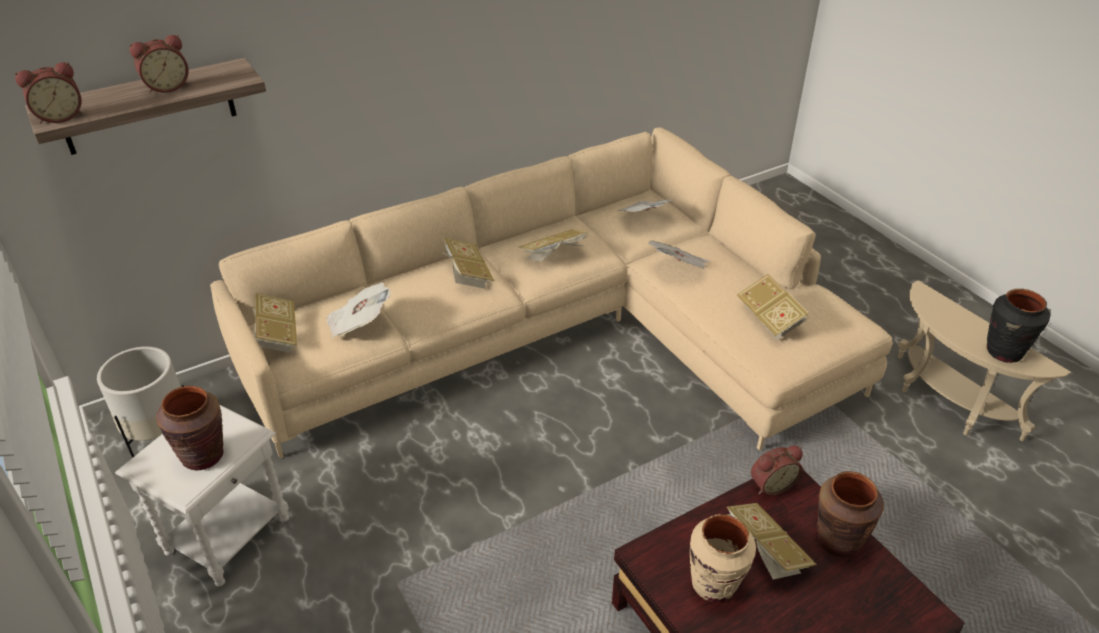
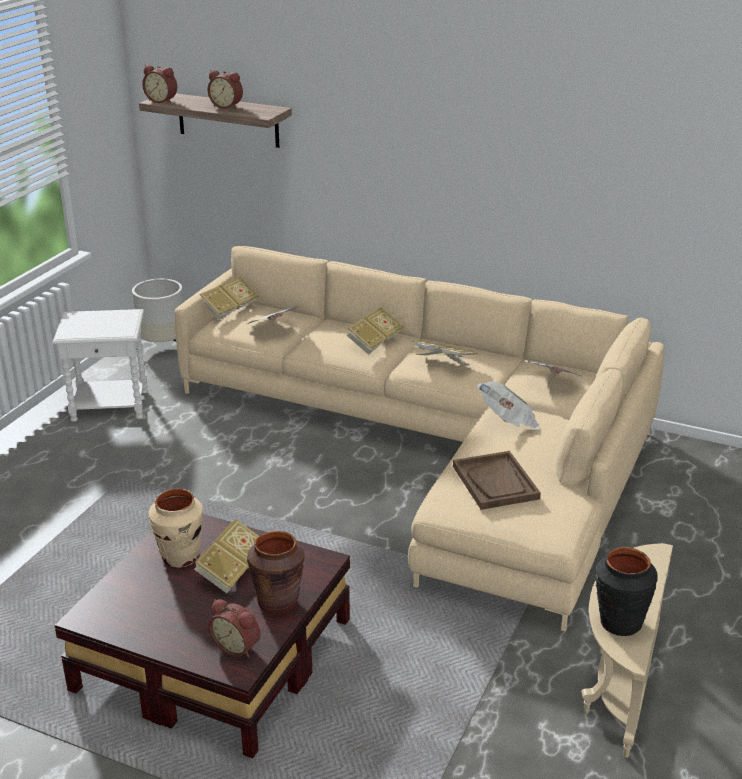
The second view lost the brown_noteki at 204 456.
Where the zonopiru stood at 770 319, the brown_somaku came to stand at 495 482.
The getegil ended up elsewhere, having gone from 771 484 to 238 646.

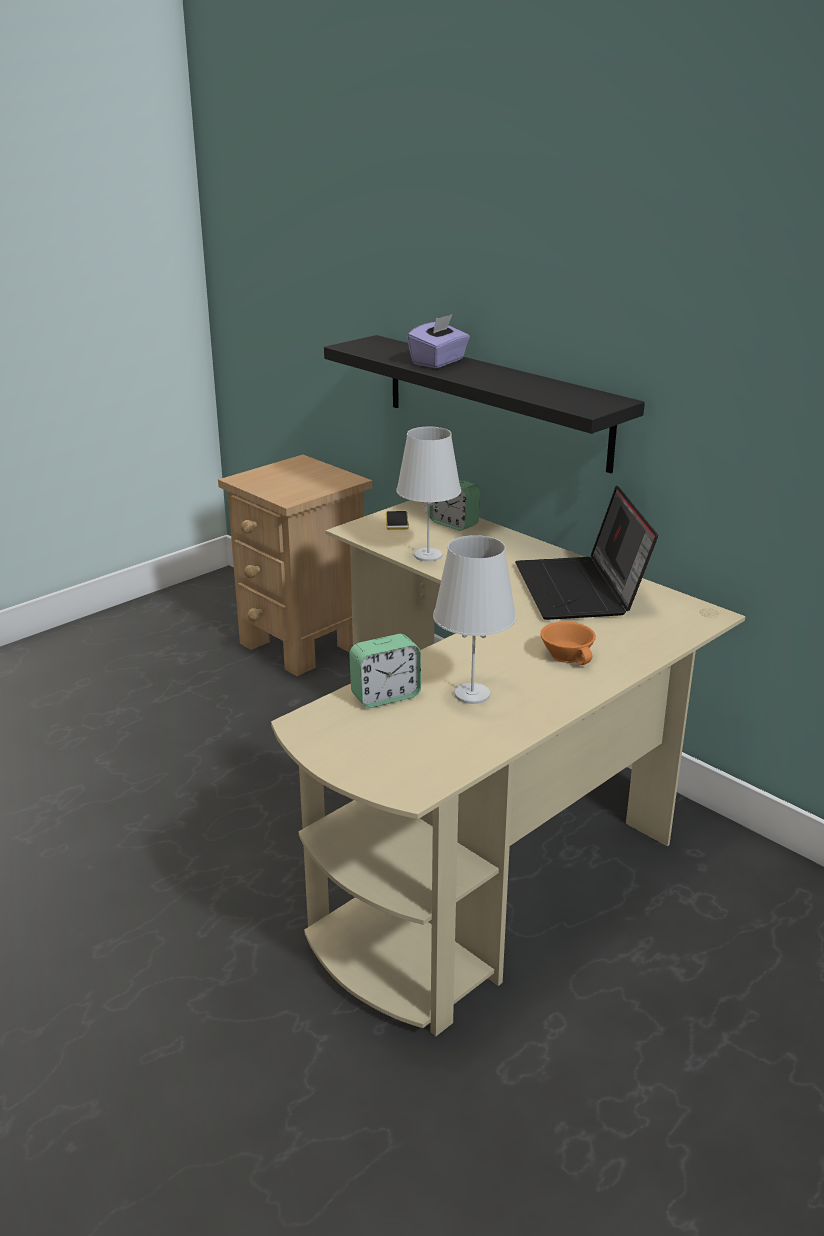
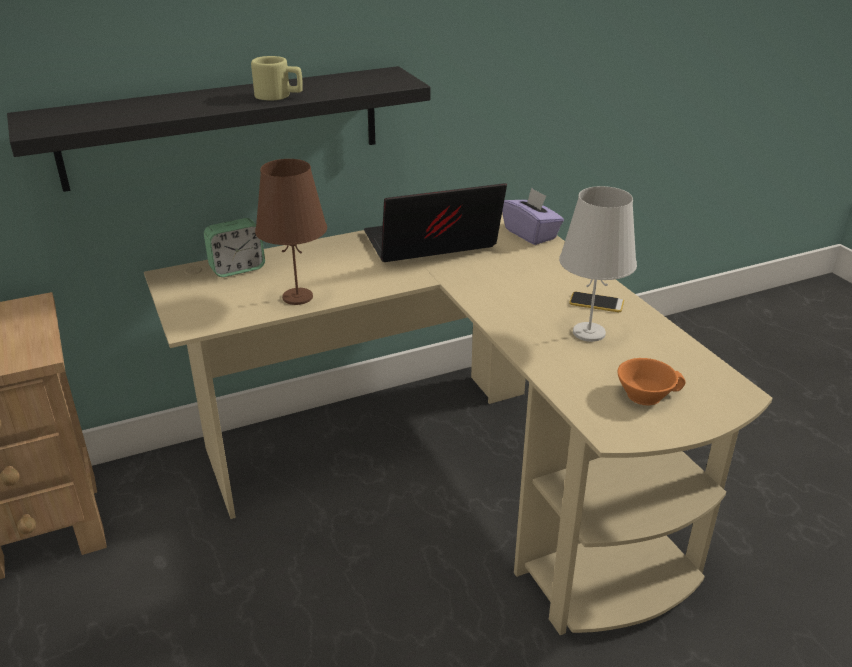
The second view lost the getegil at 385 696.
The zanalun ended up elsewhere, having gone from 397 521 to 596 303.
What was the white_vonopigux at 428 555 turned into the brown_vonopigux at 297 297.
The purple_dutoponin ended up elsewhere, having gone from 438 362 to 531 234.
The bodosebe at 581 590 ended up facing another way, 150 degrees clockwise from before.
The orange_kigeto ended up elsewhere, having gone from 569 655 to 645 393.
The second view gained the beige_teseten at 279 96.

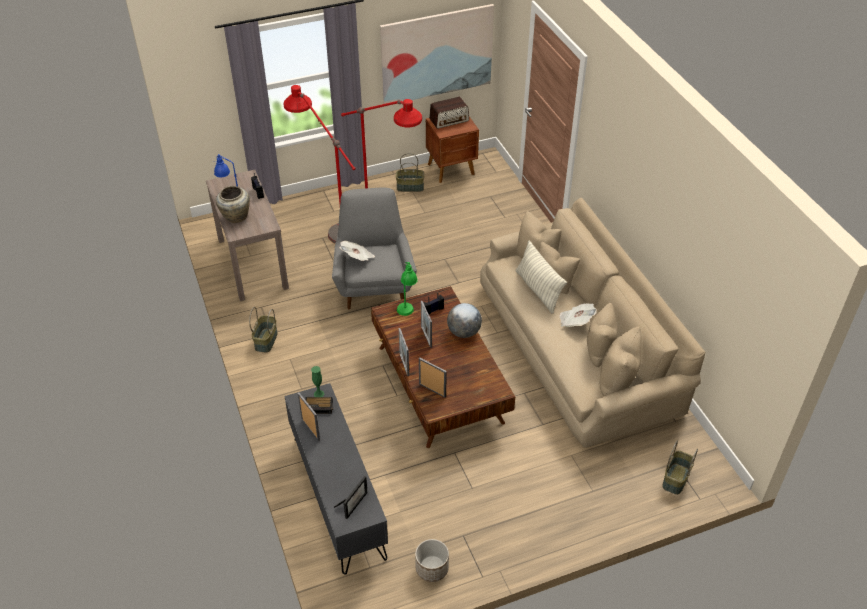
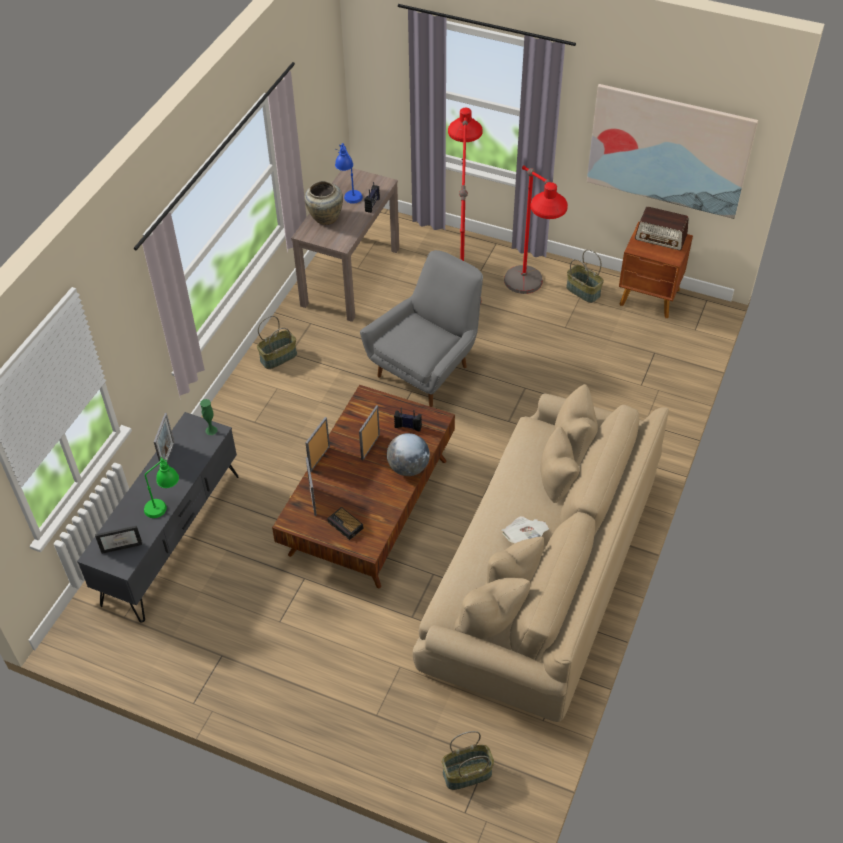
The getegil ended up elsewhere, having gone from 319 407 to 346 525.
The second view lost the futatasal at 357 258.
The green_vonopigux ended up elsewhere, having gone from 407 304 to 164 504.
The second view lost the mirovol at 431 568.
The second view lost the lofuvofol at 538 290.

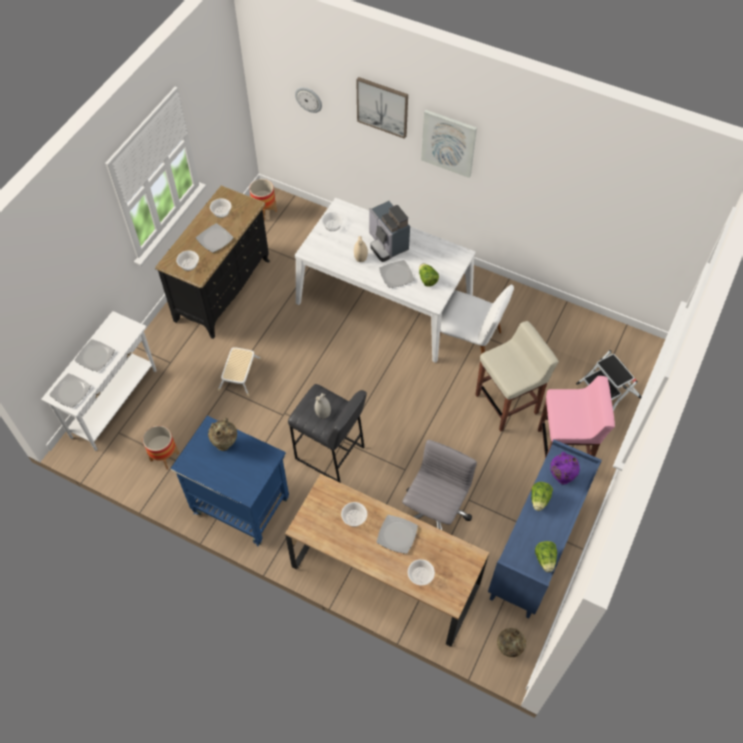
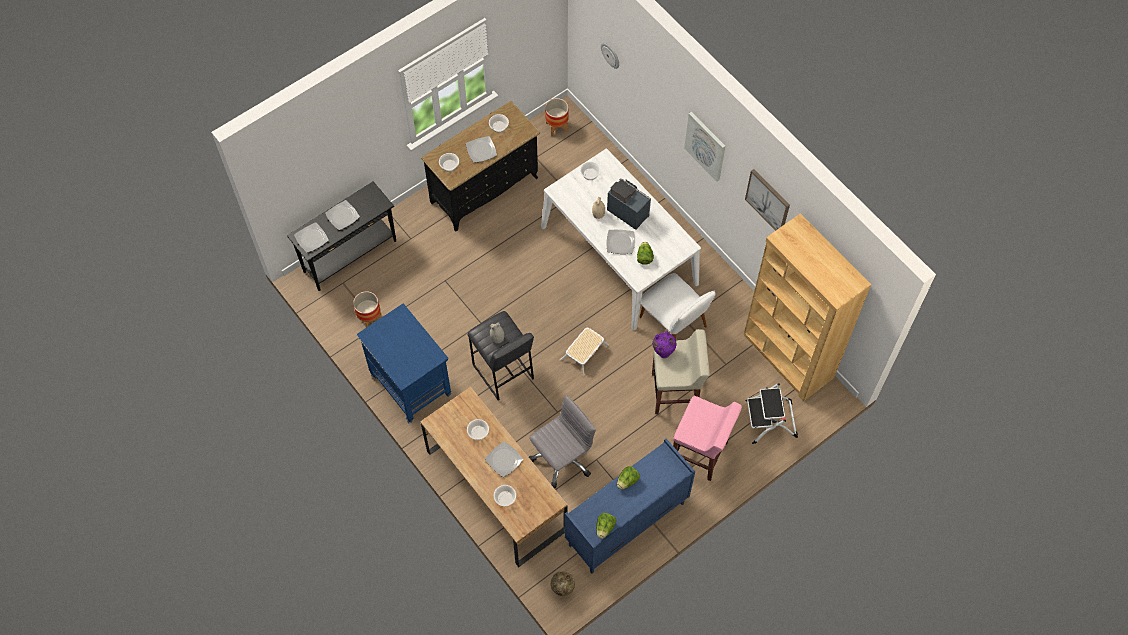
What was the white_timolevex at 114 402 turned into the black_timolevex at 350 255.
The second view lost the beige_noteki at 225 444.
The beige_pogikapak ended up elsewhere, having gone from 240 374 to 584 353.
The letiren ended up elsewhere, having gone from 382 107 to 768 201.
The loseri at 387 244 ended up facing another way, 135 degrees clockwise from before.
The purple_noteki ended up elsewhere, having gone from 561 477 to 663 352.
The second view gained the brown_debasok at 787 357.

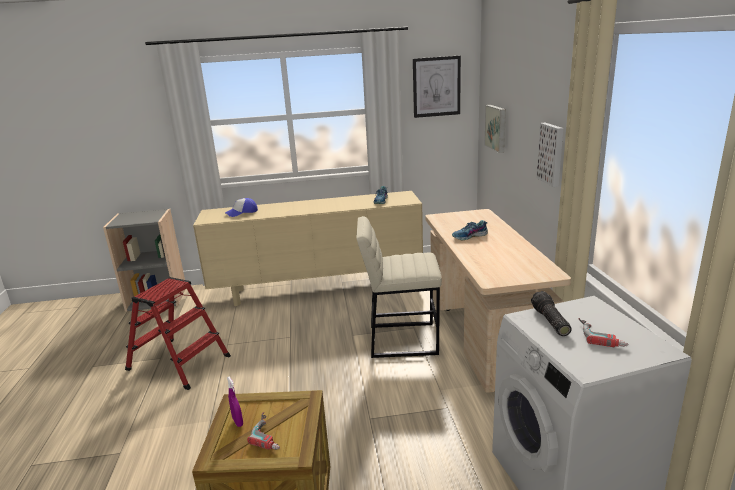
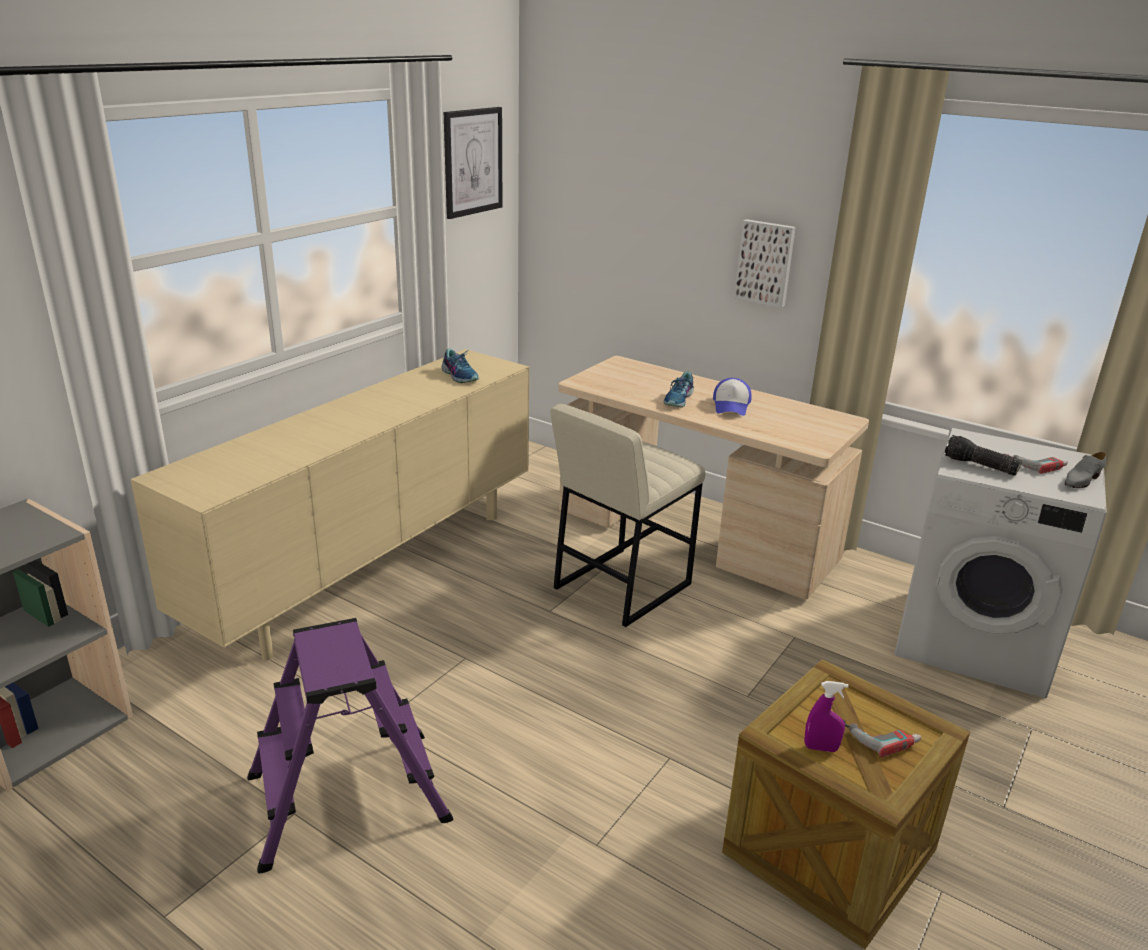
What was the red_pogikapak at 178 362 turned into the purple_pogikapak at 347 798.
The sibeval ended up elsewhere, having gone from 242 212 to 731 406.
The second view lost the letiren at 497 128.
The second view gained the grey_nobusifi at 1081 480.

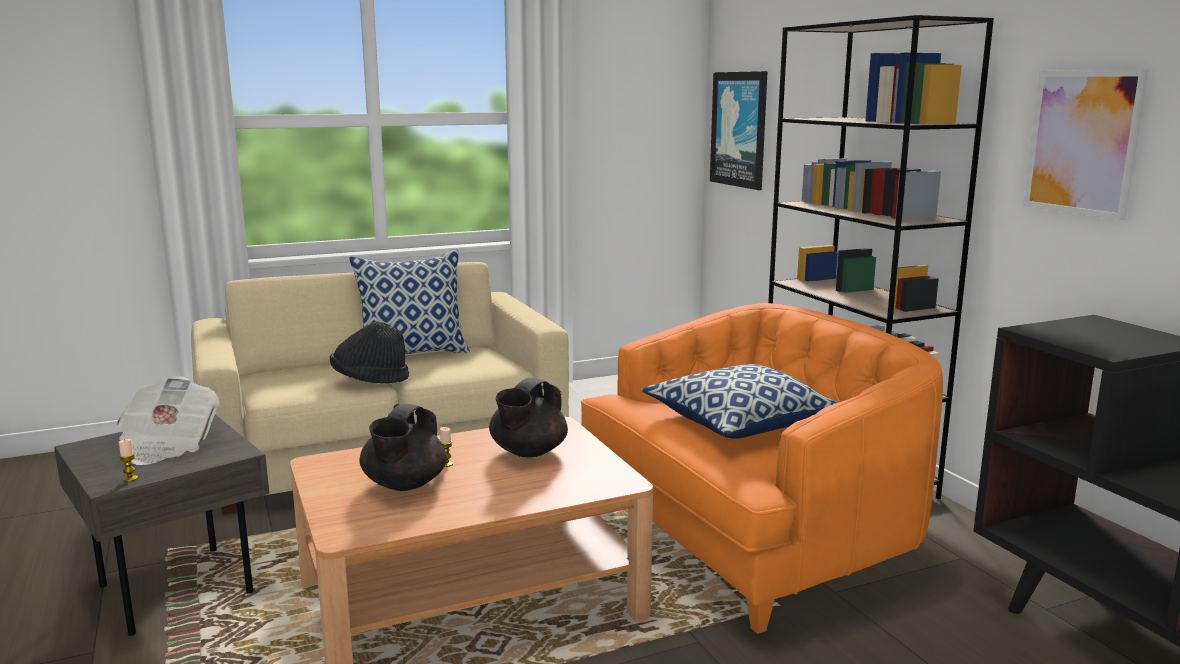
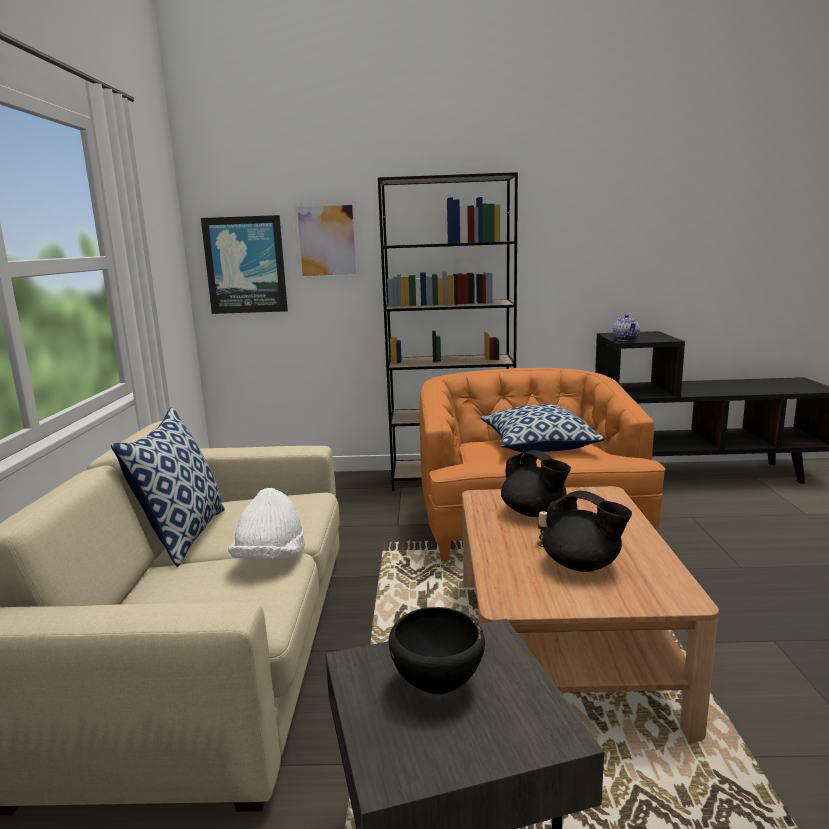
Where the futatasal stood at 169 445, the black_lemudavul came to stand at 439 686.
The second view lost the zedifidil at 130 479.
What was the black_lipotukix at 370 381 turned into the white_lipotukix at 270 559.
The letiren ended up elsewhere, having gone from 1082 142 to 327 241.
The second view gained the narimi at 626 339.

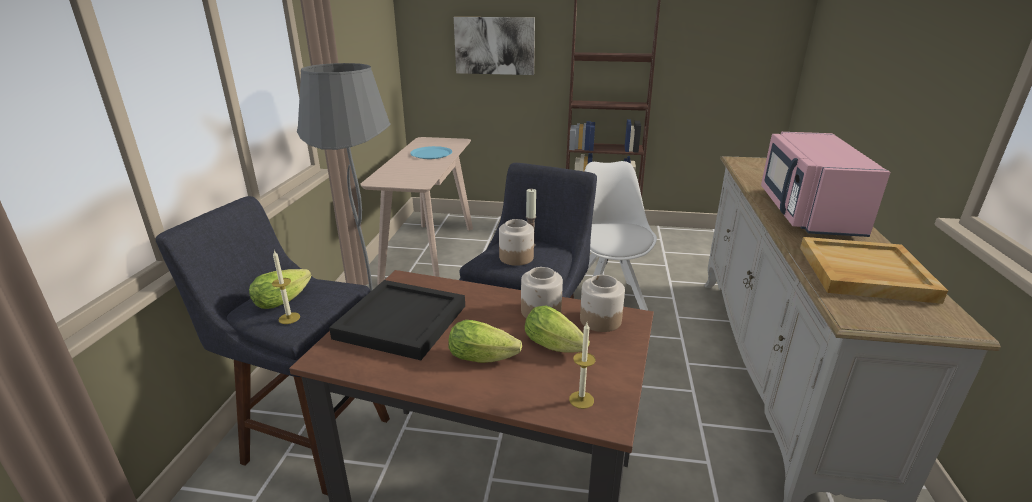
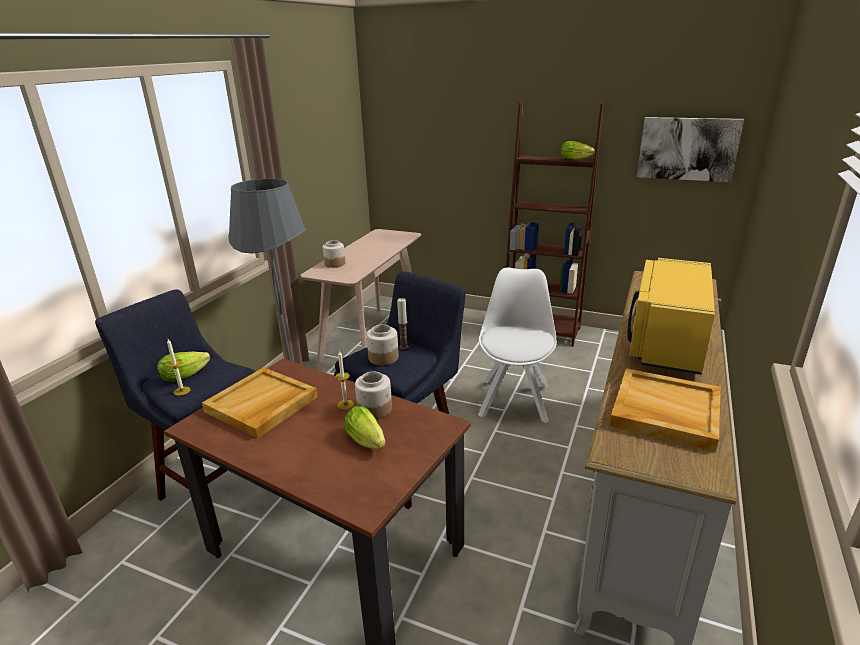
What was the black_somaku at 401 322 turned into the beige_somaku at 261 405.
The second view lost the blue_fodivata at 431 154.
The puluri ended up elsewhere, having gone from 486 357 to 577 159.
The letiren ended up elsewhere, having gone from 494 45 to 687 149.
The zedifidil ended up elsewhere, having gone from 581 400 to 345 404.
The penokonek ended up elsewhere, having gone from 600 320 to 335 264.
What was the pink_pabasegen at 806 212 turned into the yellow_pabasegen at 665 341.

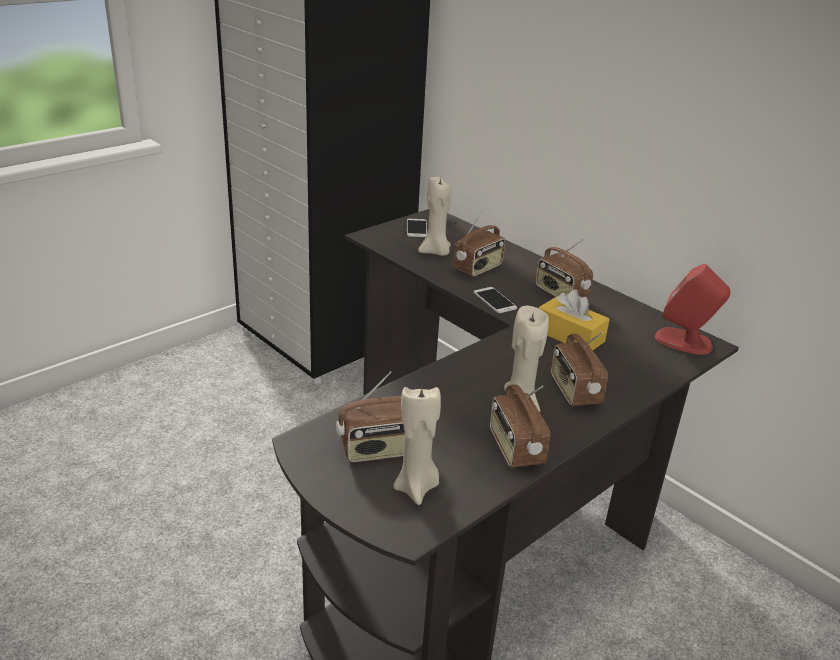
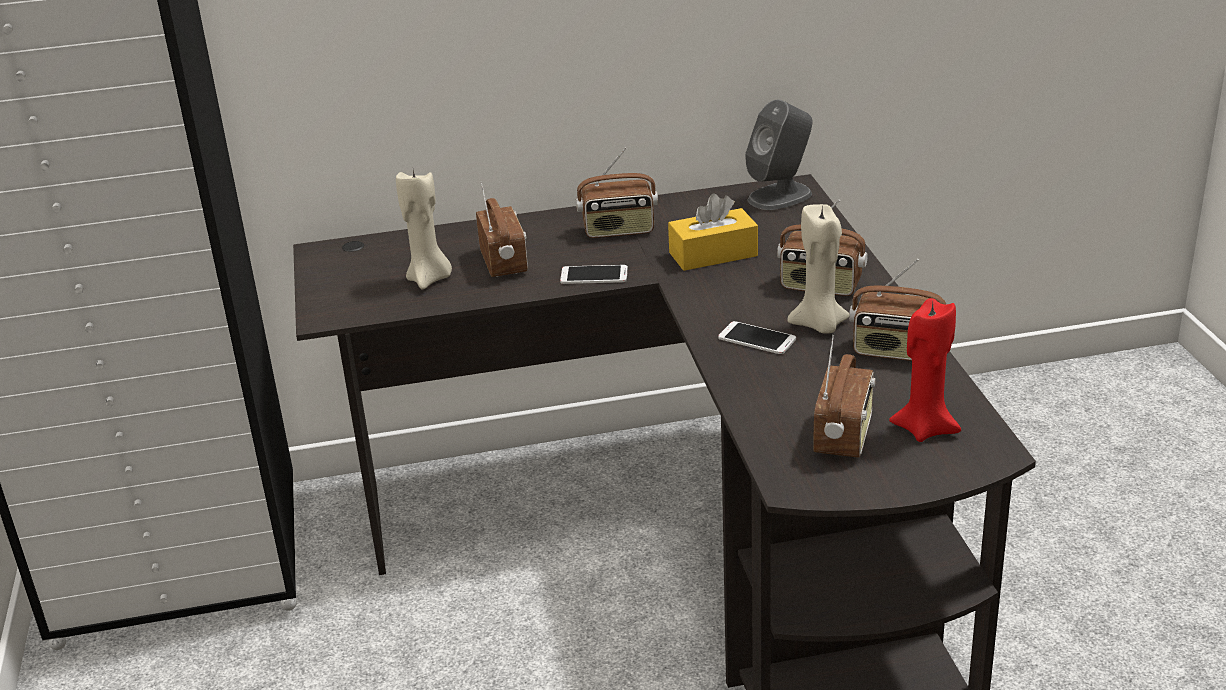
What was the beige_zedifidil at 416 488 turned into the red_zedifidil at 924 428.
The zanalun ended up elsewhere, having gone from 416 228 to 757 339.
What was the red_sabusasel at 684 341 turned into the grey_sabusasel at 780 196.

